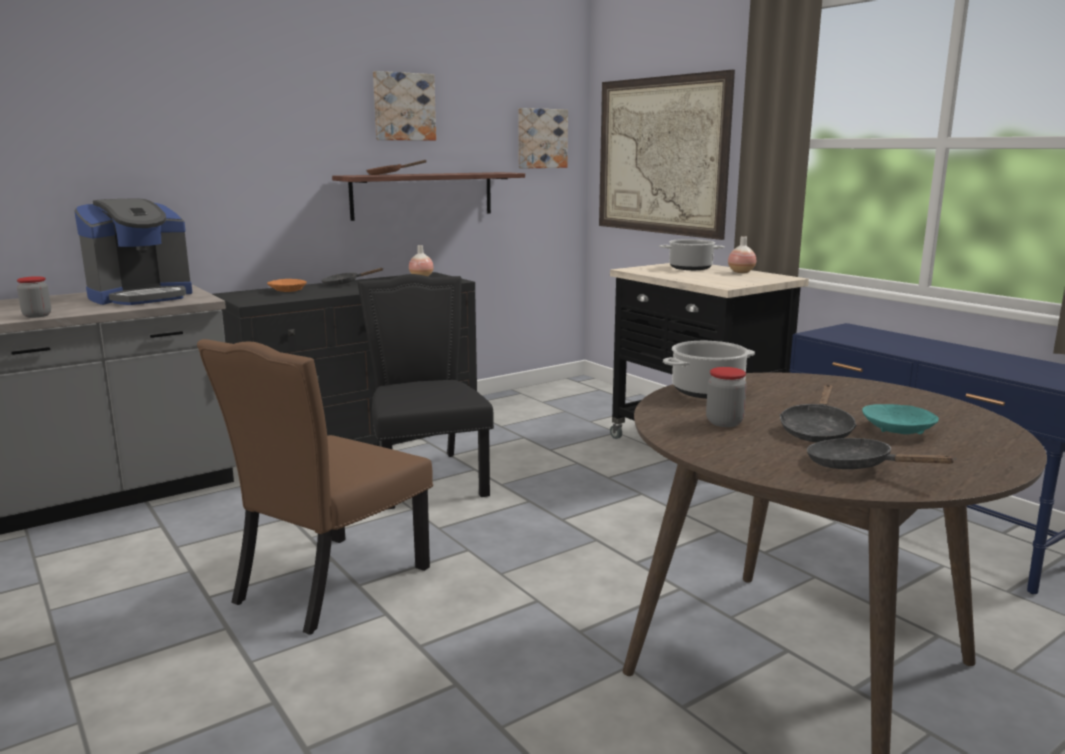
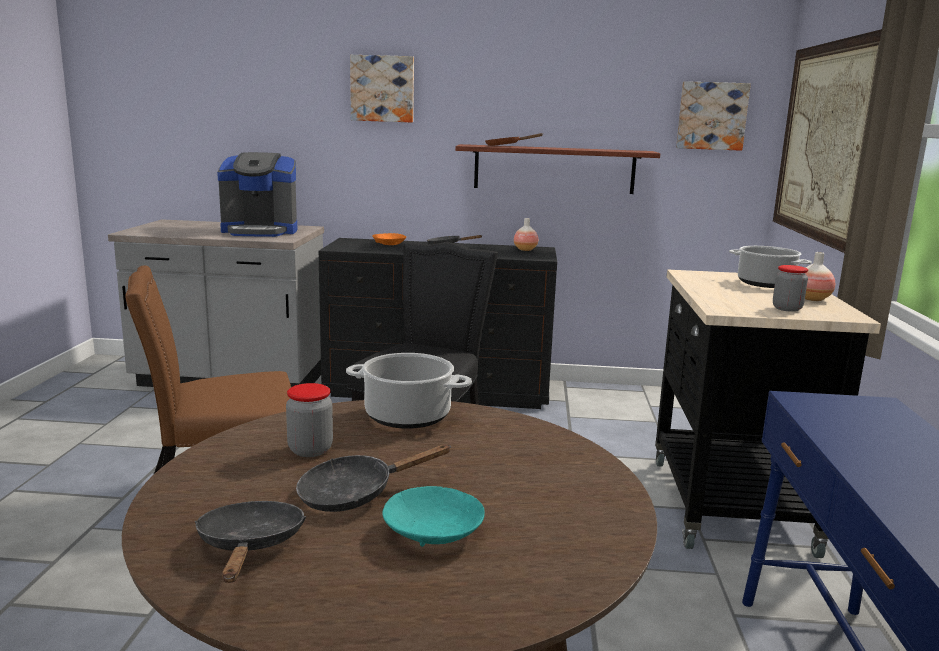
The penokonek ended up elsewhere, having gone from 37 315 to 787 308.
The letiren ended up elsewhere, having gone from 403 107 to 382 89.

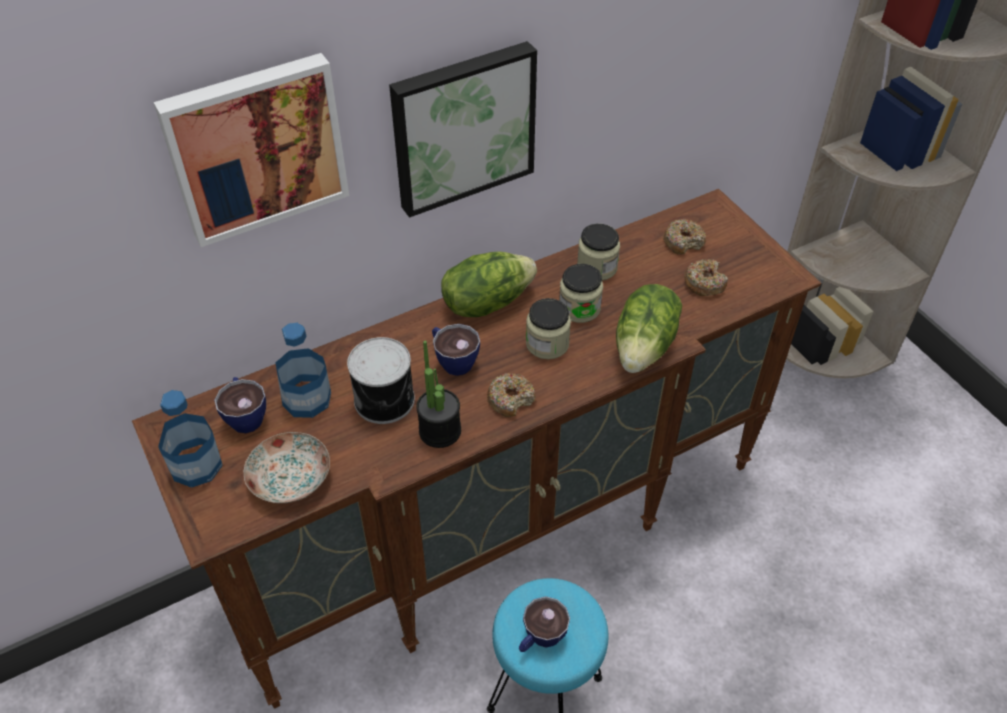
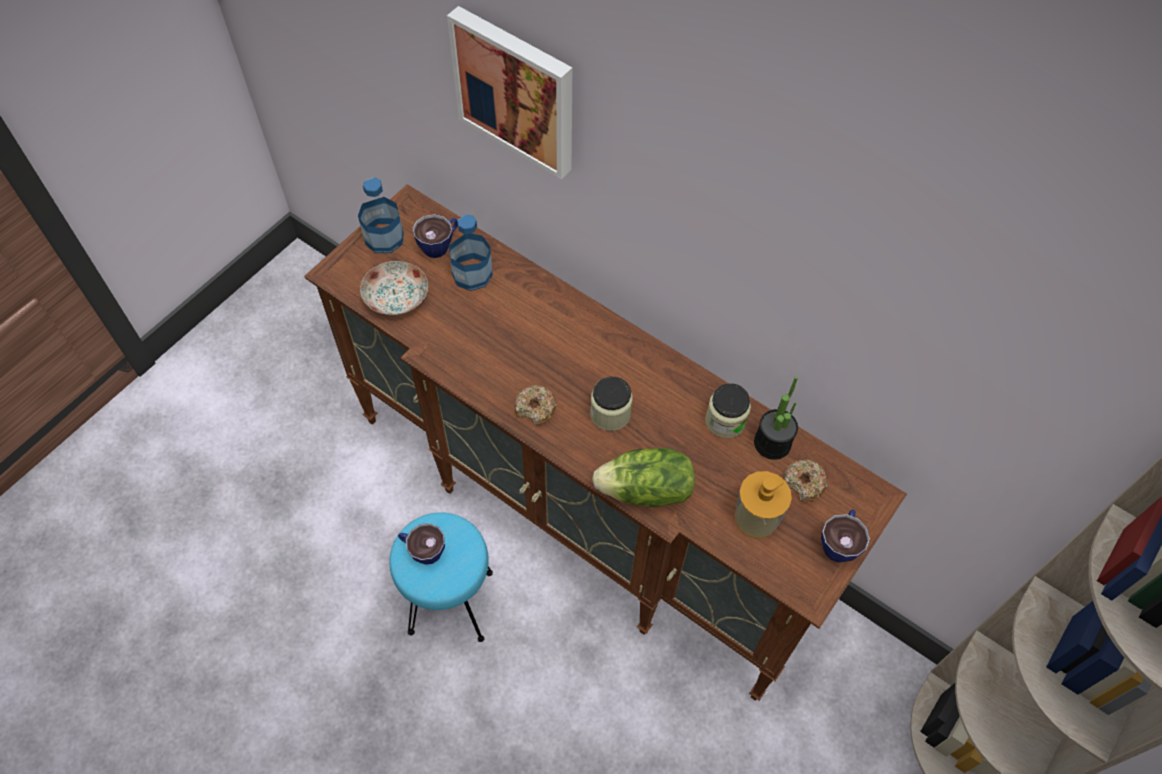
The second view lost the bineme at 386 400.
The second view lost the letiren at 462 126.
The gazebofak ended up elsewhere, having gone from 440 431 to 772 443.
The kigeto ended up elsewhere, having gone from 452 360 to 840 542.
The second view lost the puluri at 486 302.
The second view lost the penokonek at 579 308.
Where the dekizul stood at 704 283, the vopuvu came to stand at 756 518.

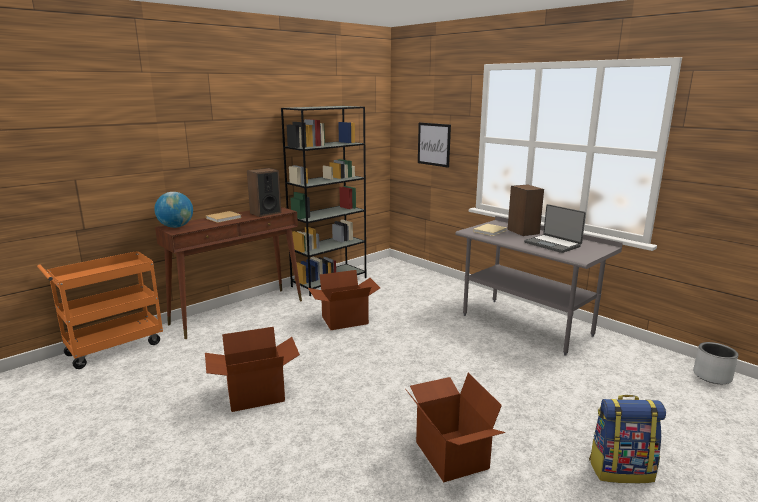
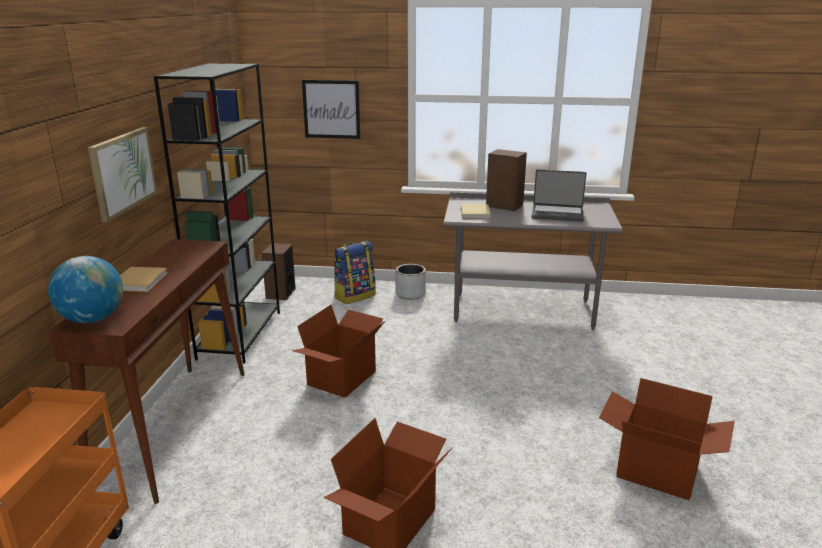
The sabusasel ended up elsewhere, having gone from 265 213 to 280 293.
The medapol ended up elsewhere, having gone from 621 470 to 354 296.
The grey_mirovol ended up elsewhere, having gone from 712 376 to 410 293.
The second view gained the letiren at 122 172.

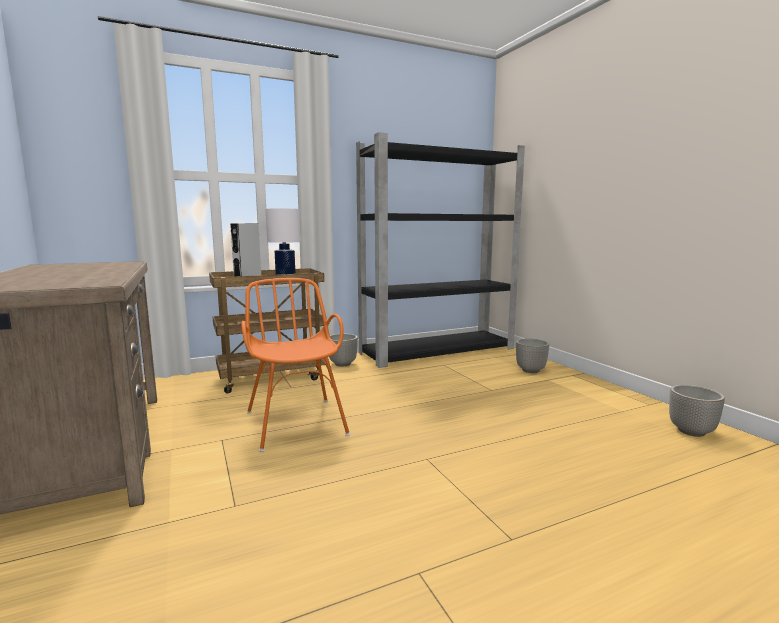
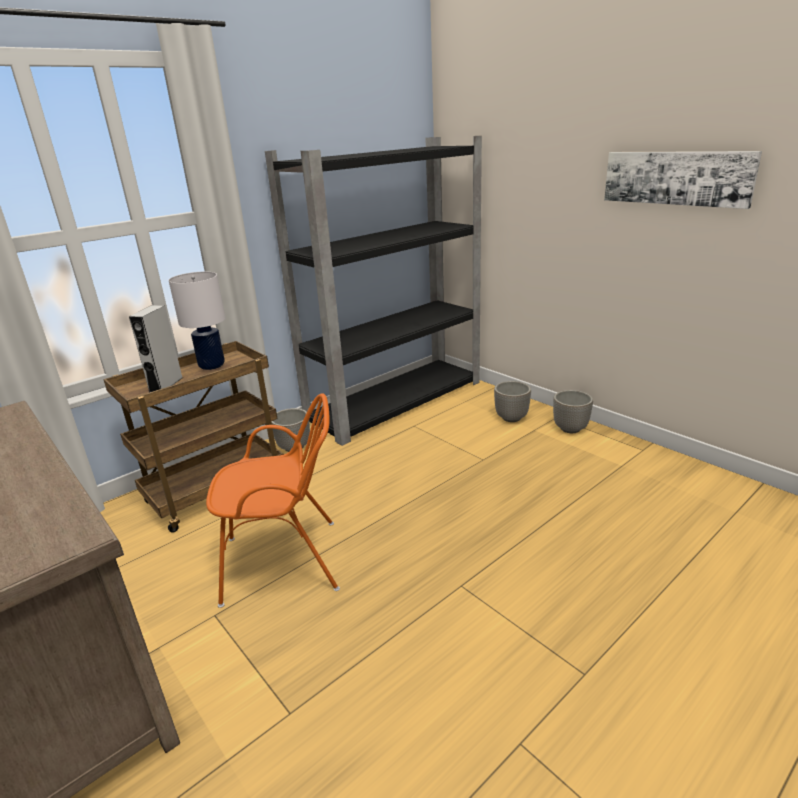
The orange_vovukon at 295 420 ended up facing another way, 120 degrees clockwise from before.
The mirovol ended up elsewhere, having gone from 692 432 to 570 429.
The second view gained the letiren at 676 178.

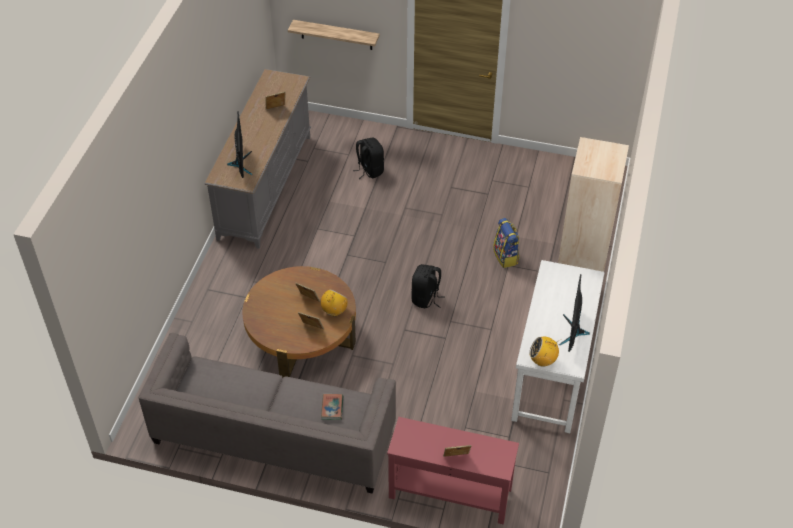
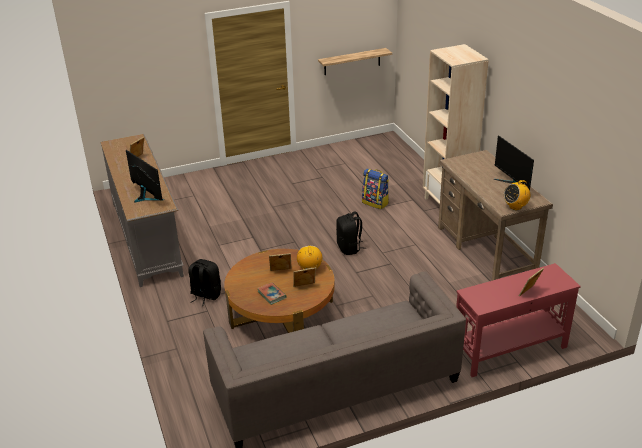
The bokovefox ended up elsewhere, having gone from 336 35 to 352 61.
The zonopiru ended up elsewhere, having gone from 332 408 to 272 295.
The black_medapol ended up elsewhere, having gone from 369 170 to 205 295.
What was the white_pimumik at 552 376 turned into the brown_pimumik at 486 249.

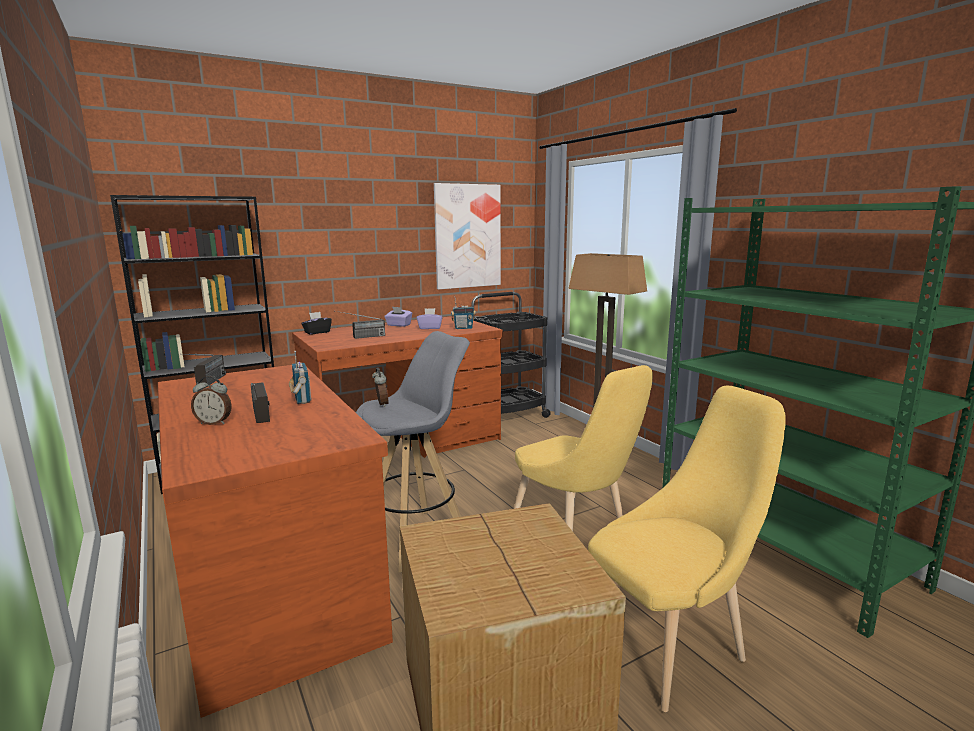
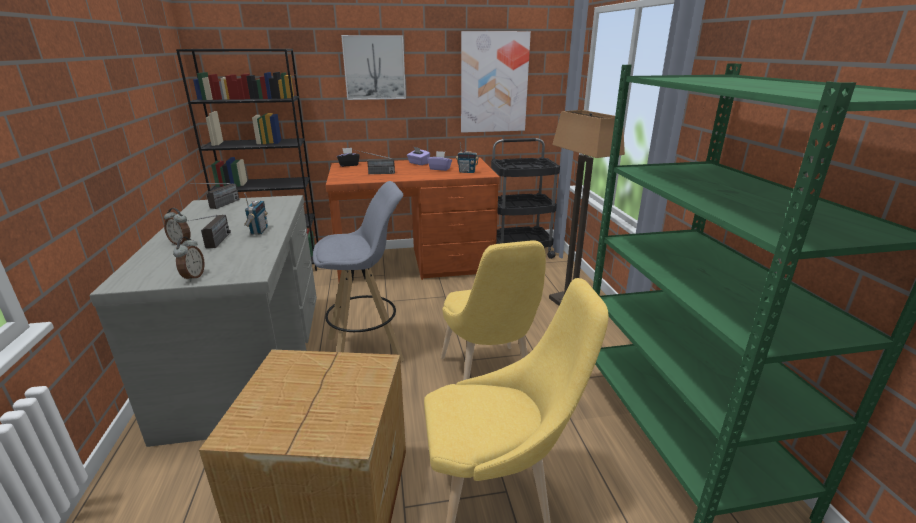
What was the brown_pimumik at 274 580 turned into the grey_pimumik at 251 359.
The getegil ended up elsewhere, having gone from 381 404 to 193 277.
The second view gained the letiren at 374 67.

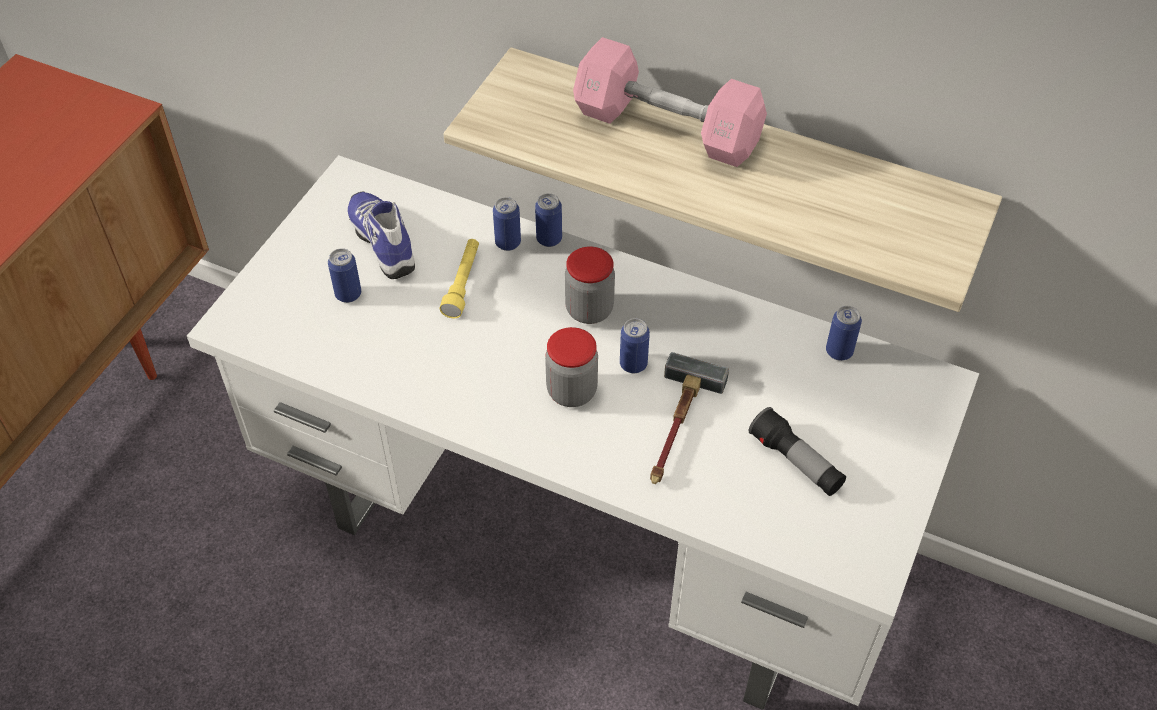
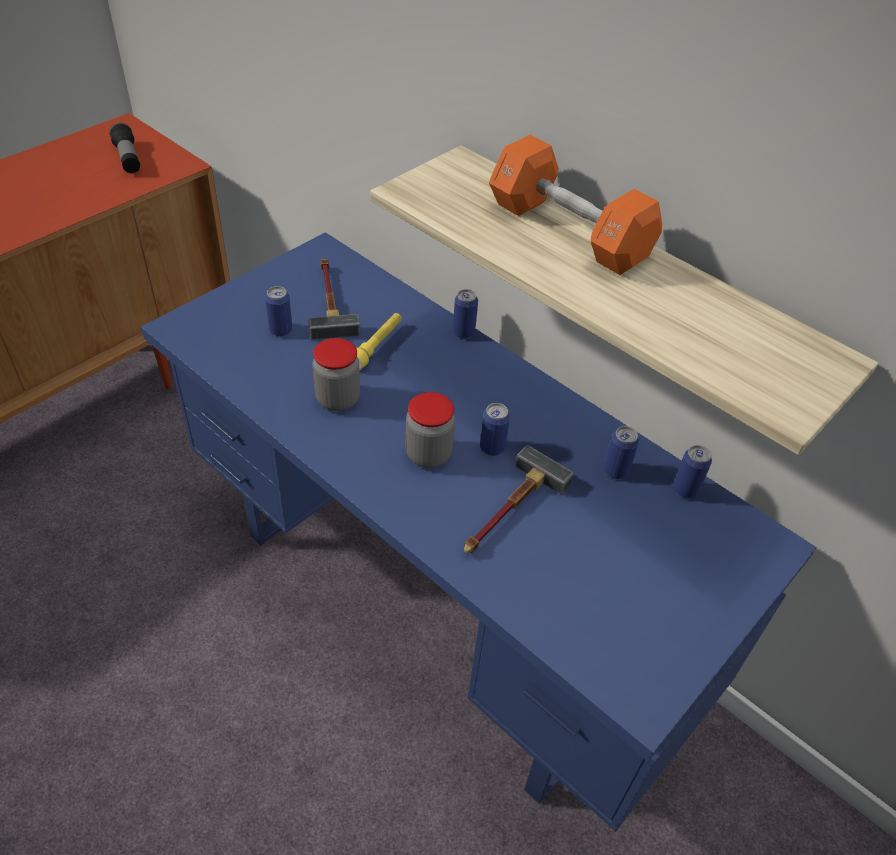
What was the white_pimumik at 581 542 turned into the blue_pimumik at 437 607.
Where the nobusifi stood at 385 242, the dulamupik came to stand at 329 300.
The bineme ended up elsewhere, having gone from 508 243 to 615 471.
The penokonek ended up elsewhere, having gone from 589 310 to 338 399.
What was the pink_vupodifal at 667 128 turned into the orange_vupodifal at 568 231.
The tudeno ended up elsewhere, having gone from 795 462 to 128 158.

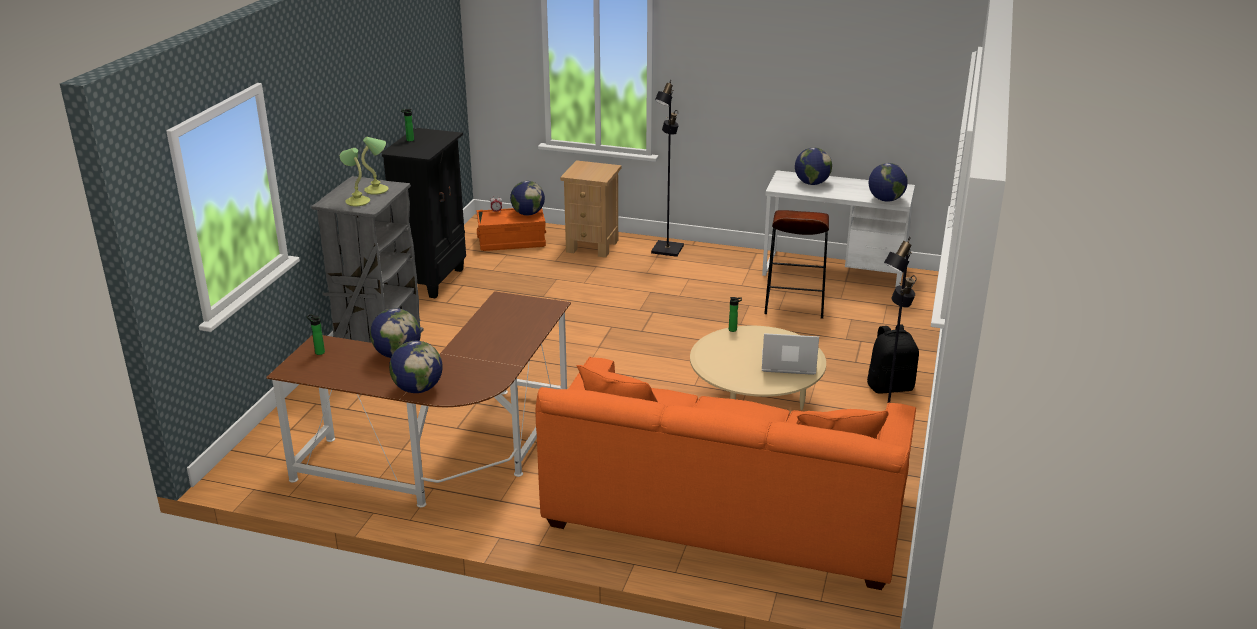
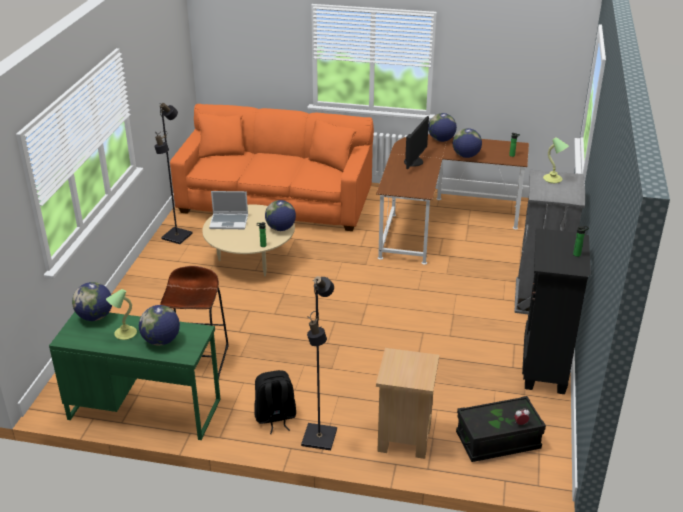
The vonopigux ended up elsewhere, having gone from 377 190 to 124 333.
What was the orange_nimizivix at 512 241 turned into the black_nimizivix at 498 441.
The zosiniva ended up elsewhere, having gone from 528 214 to 281 228.
What was the white_pimumik at 833 272 turned into the green_pimumik at 144 409.
The black_medapol ended up elsewhere, having gone from 890 387 to 275 418.
The second view gained the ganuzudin at 414 162.

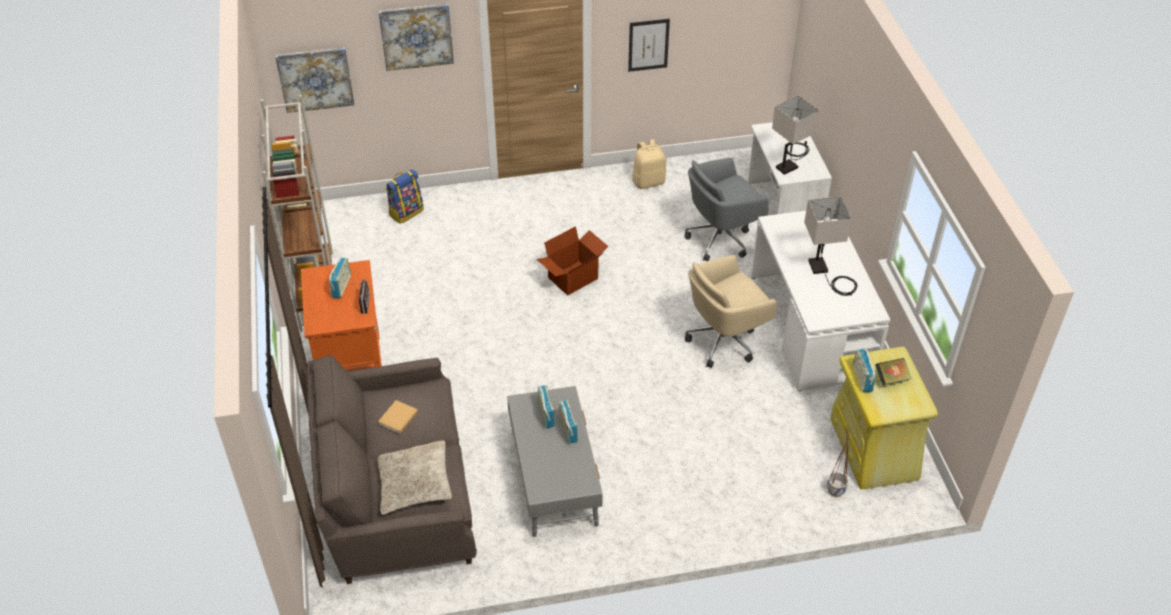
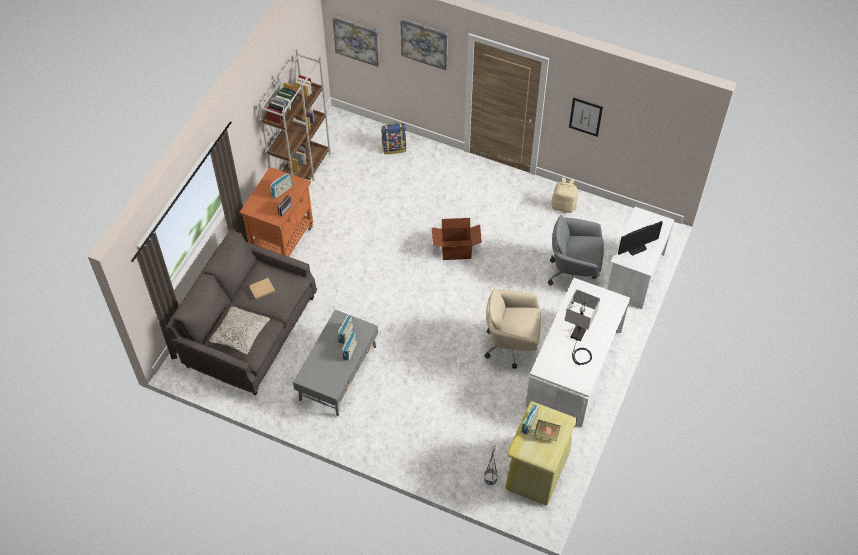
Where the vonopigux stood at 792 160, the ganuzudin came to stand at 636 248.

